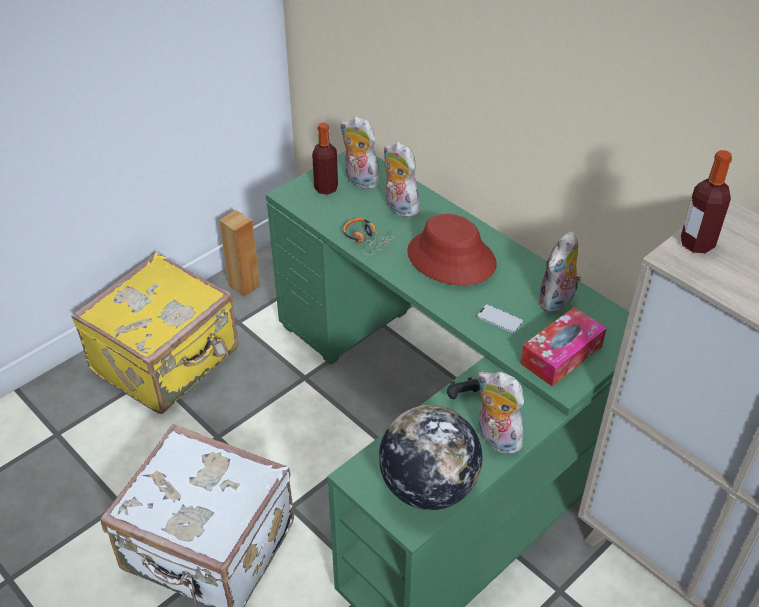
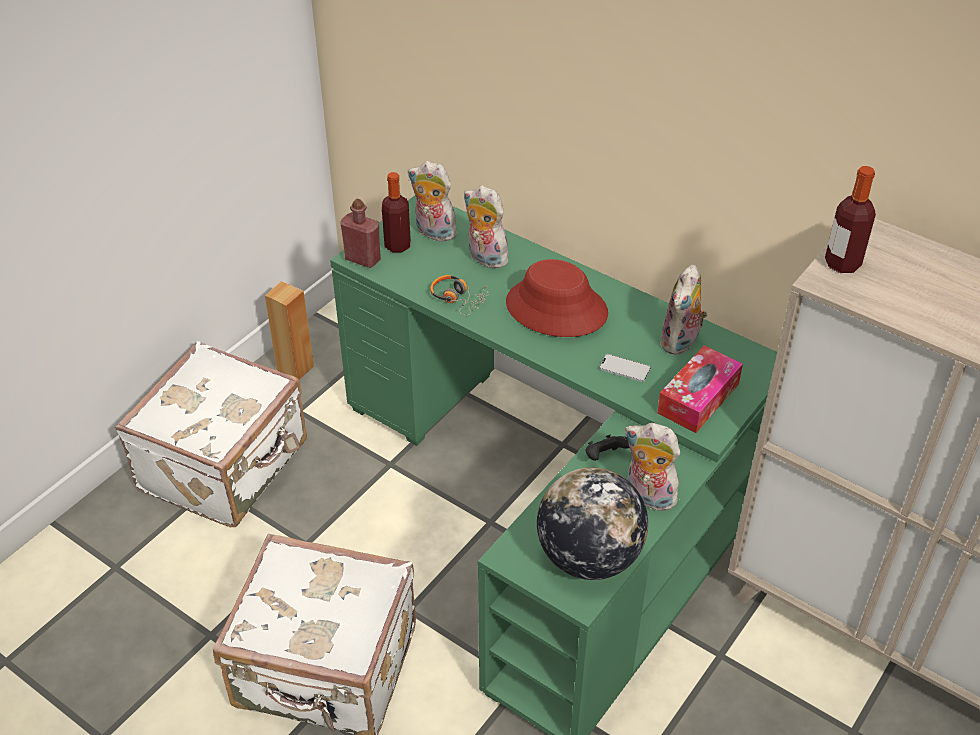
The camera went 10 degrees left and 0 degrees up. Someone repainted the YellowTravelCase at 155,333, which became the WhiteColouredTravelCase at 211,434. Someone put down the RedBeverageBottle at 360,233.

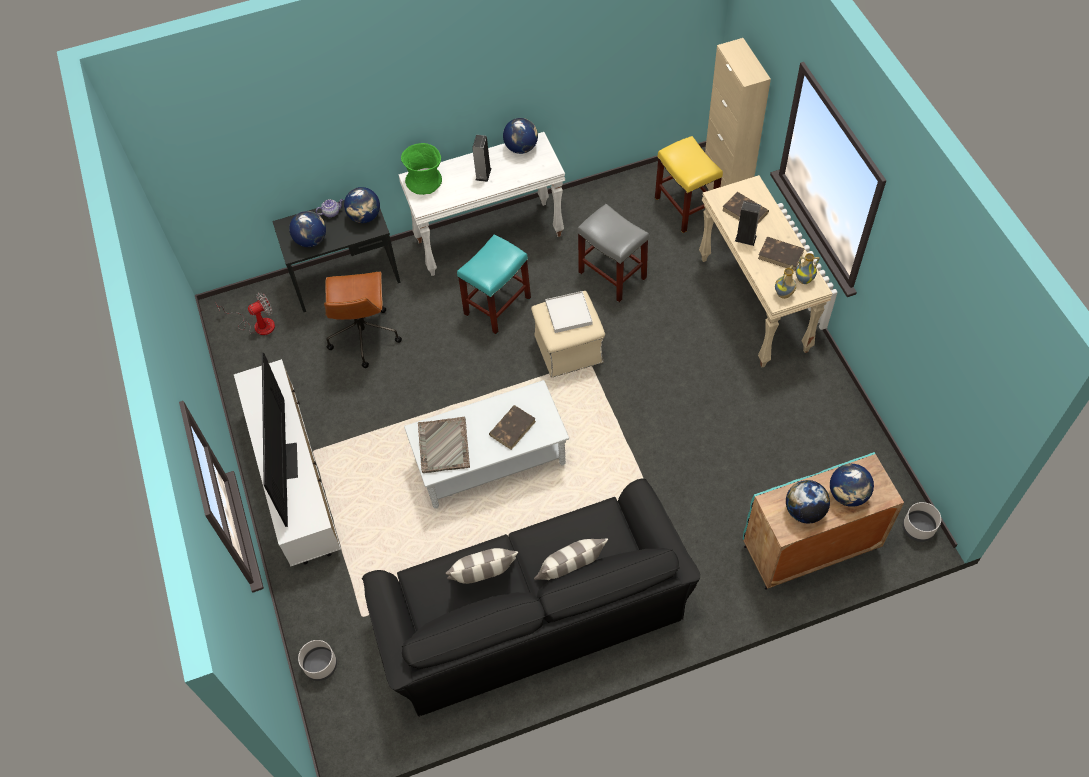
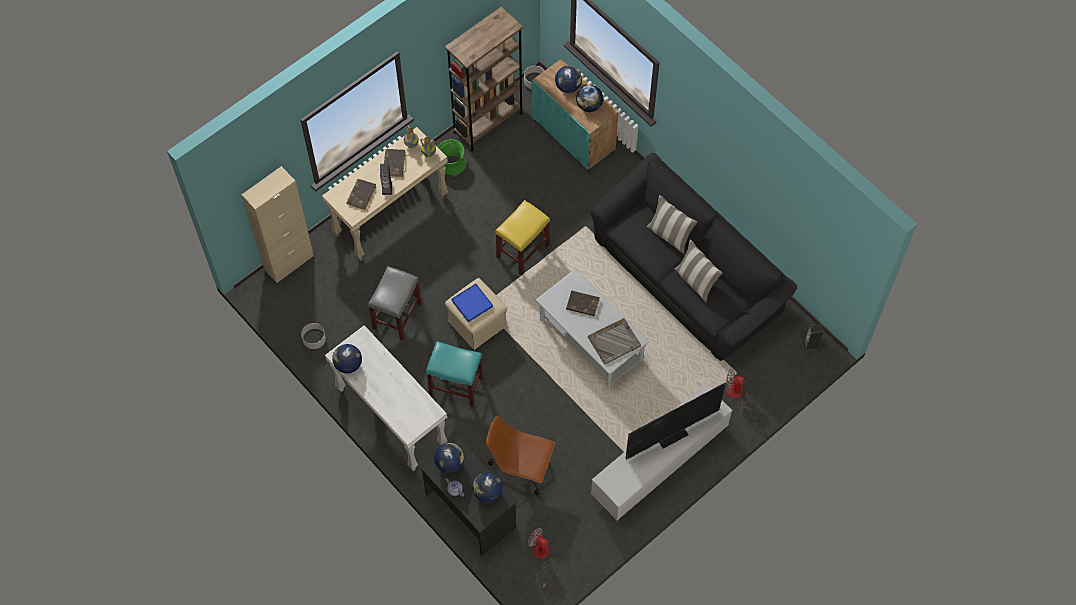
The camera went 115 degrees left and 5 degrees up. Someone carried the GrayFlowerPot from 317,660 to 313,337. Someone carried the GreenColouredDecorativeVase from 421,169 to 452,157. Someone put down the BrownishBookcase at 484,78. Someone repainted the WhiteColouredCarryingTray at 569,312, which became the BlueCarryingTray at 472,303. Someone rotated the BrownishDeskChair at 363,320 by 135 degrees counterclockwise. Someone carried the YellowStool from 689,184 to 522,238. Someone put down the Fan at 740,395. Someone carried the AudioSpeaker from 481,158 to 813,337.

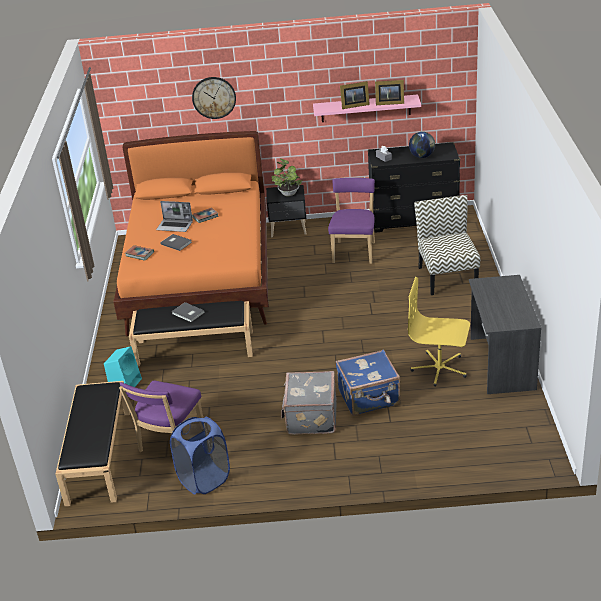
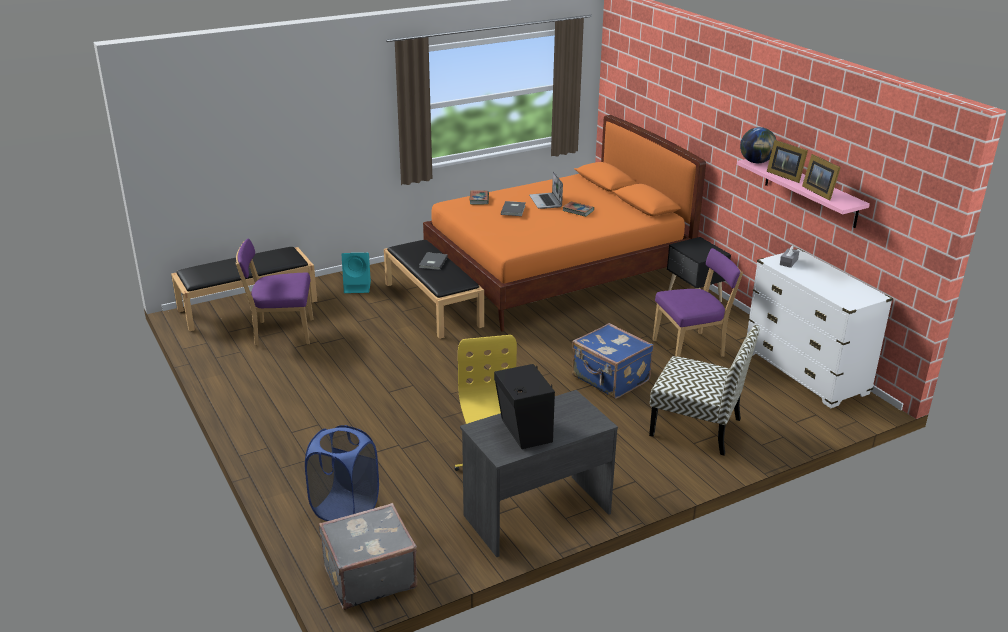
The camera went 60 degrees right and 5 degrees down. Someone carried the BlueHamper from 200,456 to 342,473. Someone carried the GrayTravelCase from 308,403 to 368,556. Someone put down the BlackishAudioSpeaker at 524,406. Someone carried the BlueTravelCase from 368,382 to 612,361. Someone rotated the PlainChair at 447,245 by 60 degrees clockwise. Someone carried the DeskGlobe from 422,145 to 758,145. Someone repainted the BlackishChestOfDrawers at 414,187, which became the WhiteColouredChestOfDrawers at 820,328. Someone took away the ClockOnTheWall at 214,98. Someone took away the PlantInAPot at 287,177.

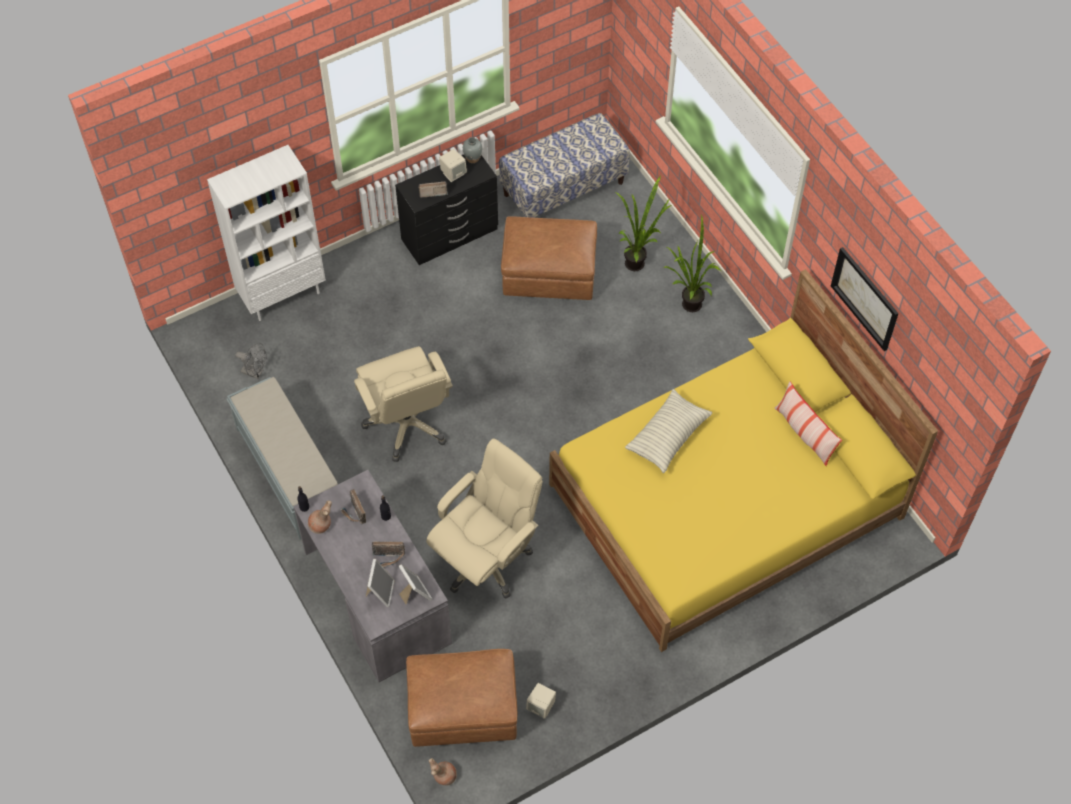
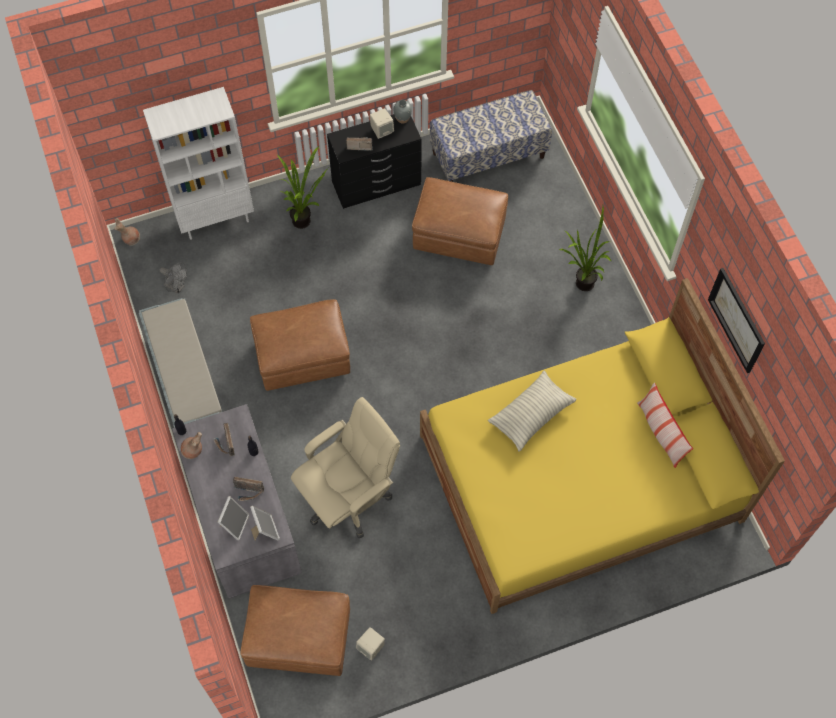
The camera went 10 degrees right and 5 degrees up. Someone carried the BrownishDecorativeVase from 443,772 to 127,232. Someone swapped the SandColouredDeskChair at 403,404 for the BrownishFootrest at 300,345. Someone carried the PlantInAPot from 643,223 to 302,187.

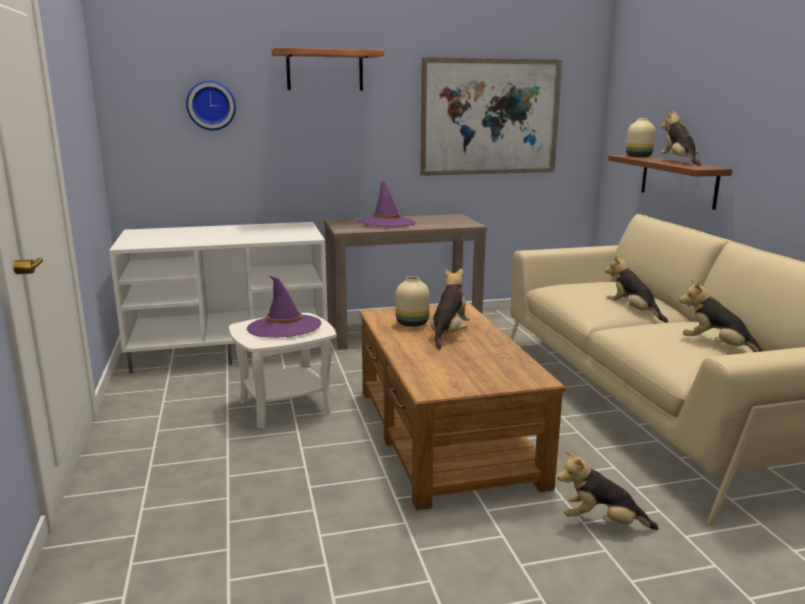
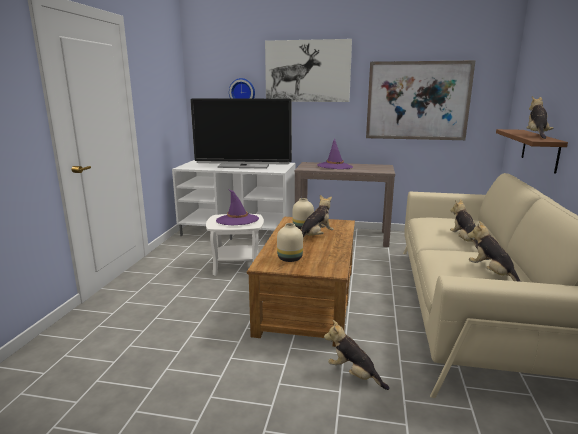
The camera went 25 degrees right and 0 degrees up. Someone put down the TvSet at 241,133. Someone swapped the Shelf at 327,69 for the Picture at 308,70. Someone carried the SandColouredDecorativeVase from 641,137 to 290,242.

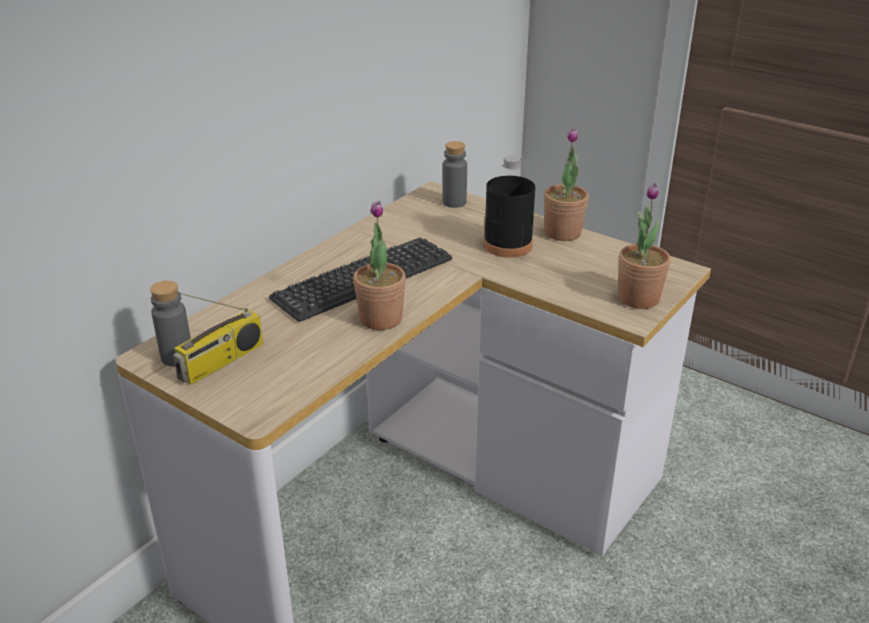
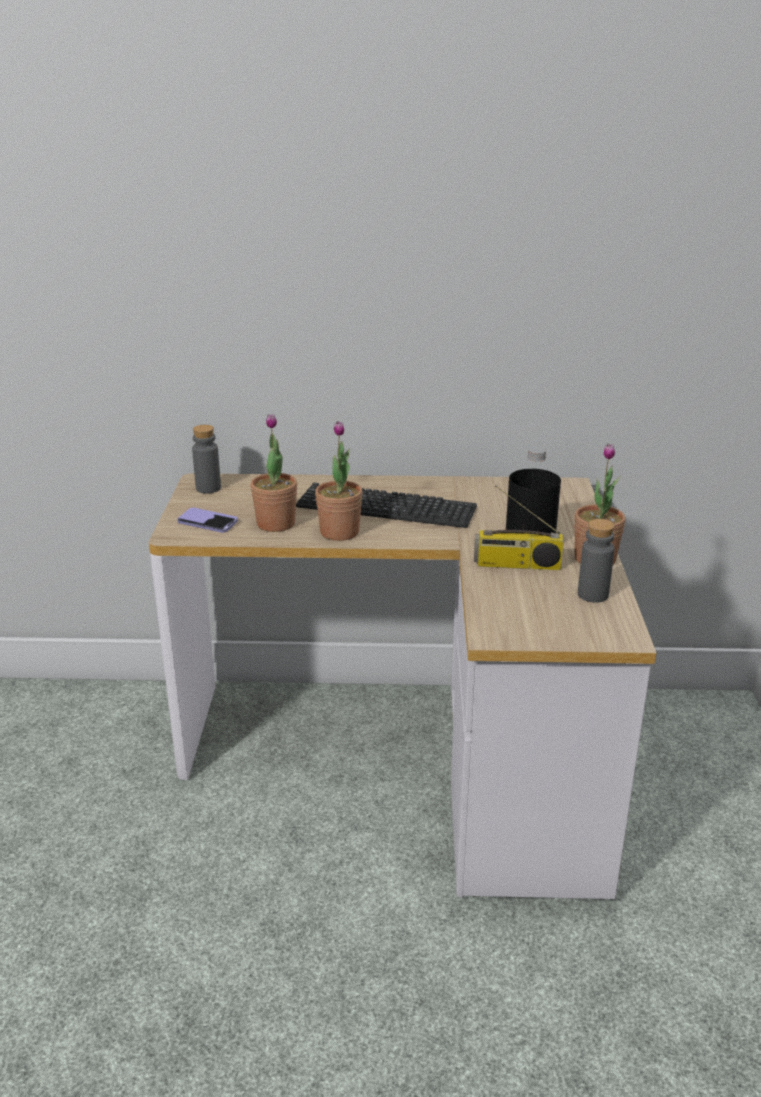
The camera went 55 degrees right and 5 degrees down. Someone put down the Handset at 207,520. Someone carried the PlantInAPot from 644,246 to 273,473. Someone carried the RadioSet from 218,339 to 519,528. Someone carried the GrayBeverageBottle from 455,174 to 596,561.

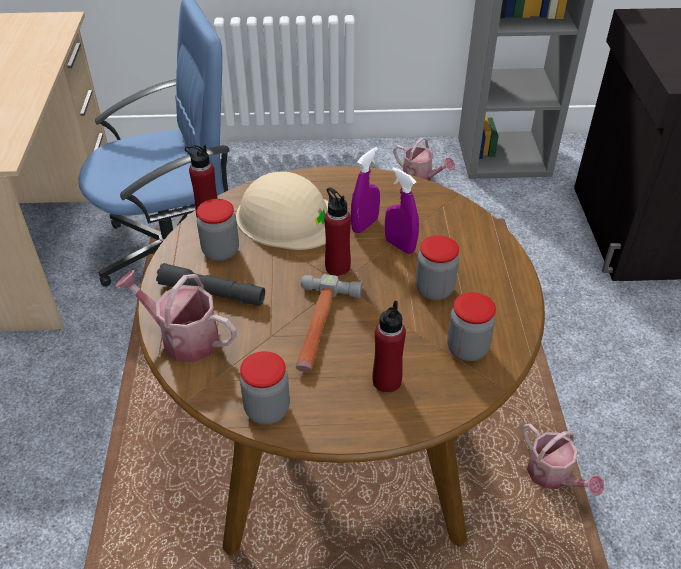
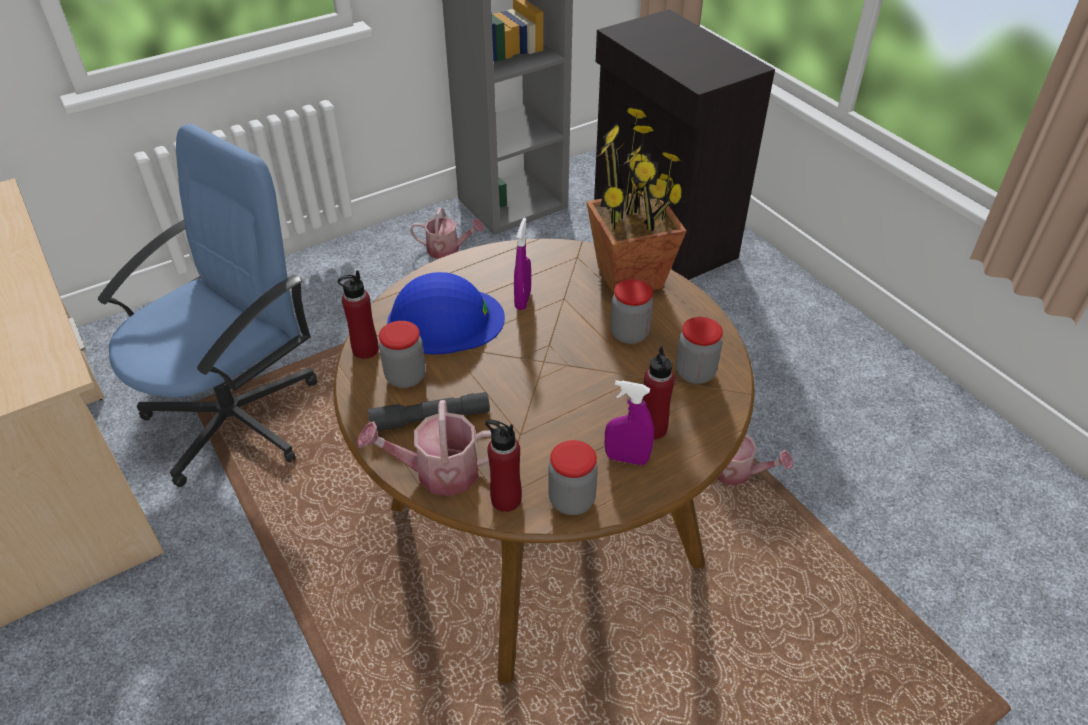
The camera went 30 degrees left and 0 degrees up. Someone repainted the SandColouredSafetyHelmet at 282,210, which became the BlueSafetyHelmet at 446,313. Someone carried the RedBeverageBottle from 337,231 to 503,466. Someone put down the PlantInAPot at 636,200. Someone carried the PurpleSprayer from 402,210 to 629,423. Someone took away the ToolHammer at 329,323.

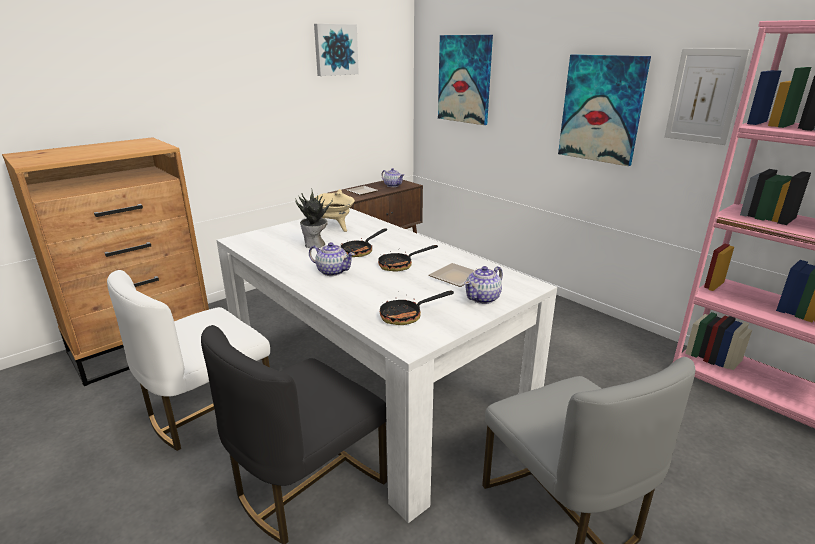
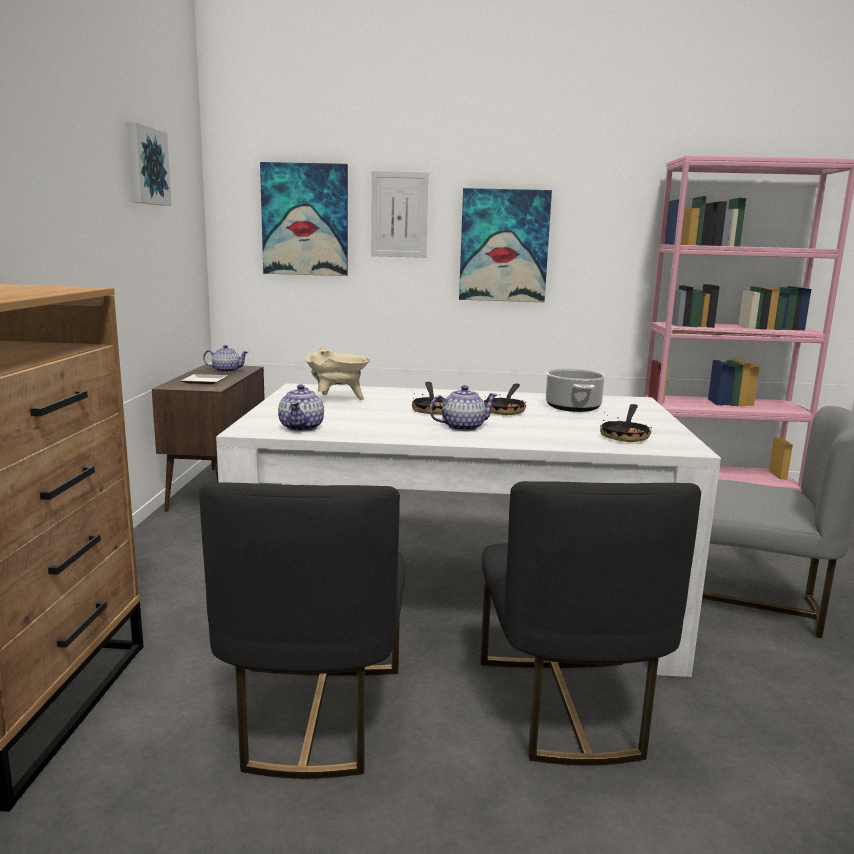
The camera went 45 degrees left and 10 degrees down. Someone repainted the WhiteColouredPlainChair at 188,360, which became the BlackishPlainChair at 302,630. Someone carried the PotForTea from 483,285 to 301,408. Someone carried the Picture from 707,96 to 400,214. Someone swapped the FlatDish at 451,275 for the Saucepot at 576,390. Someone took away the PlantInAPot at 314,220.

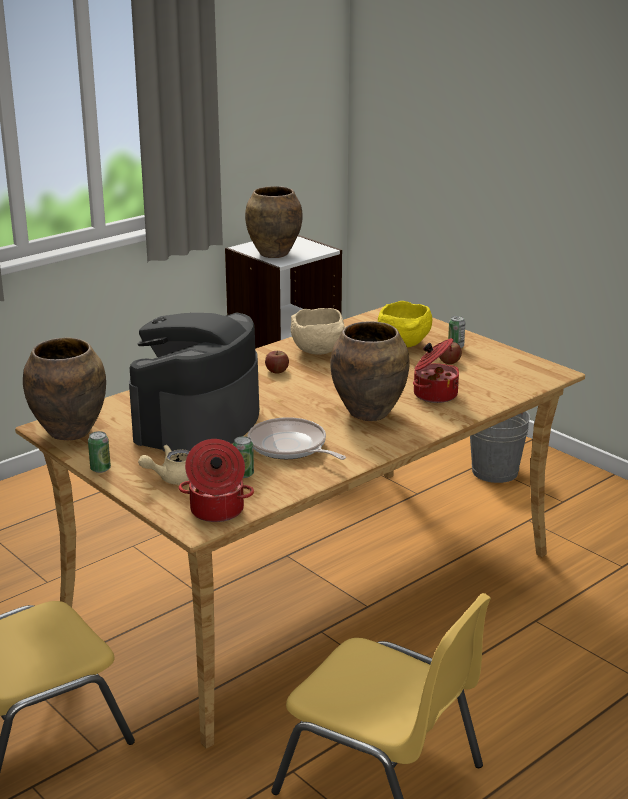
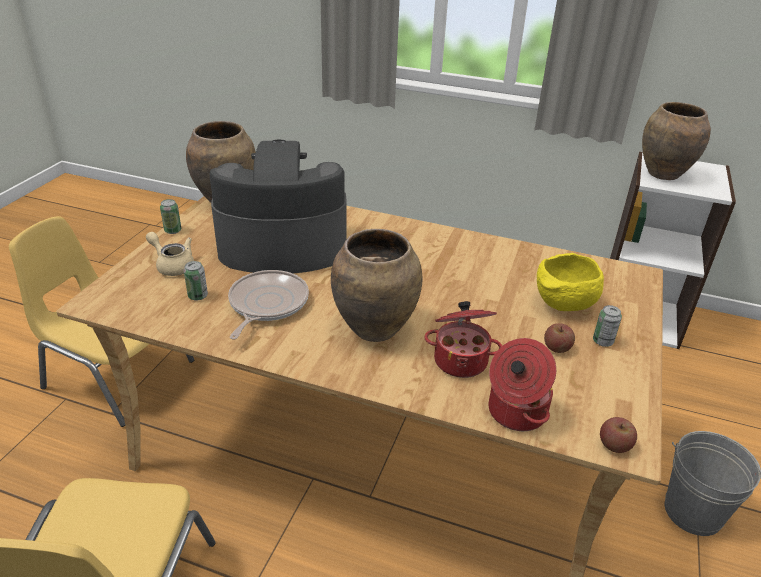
The camera went 60 degrees right and 10 degrees up. Someone carried the Saucepot from 216,480 to 522,384. Someone carried the AppleFruit from 277,362 to 618,435. Someone took away the SandColouredBowl at 318,331.

